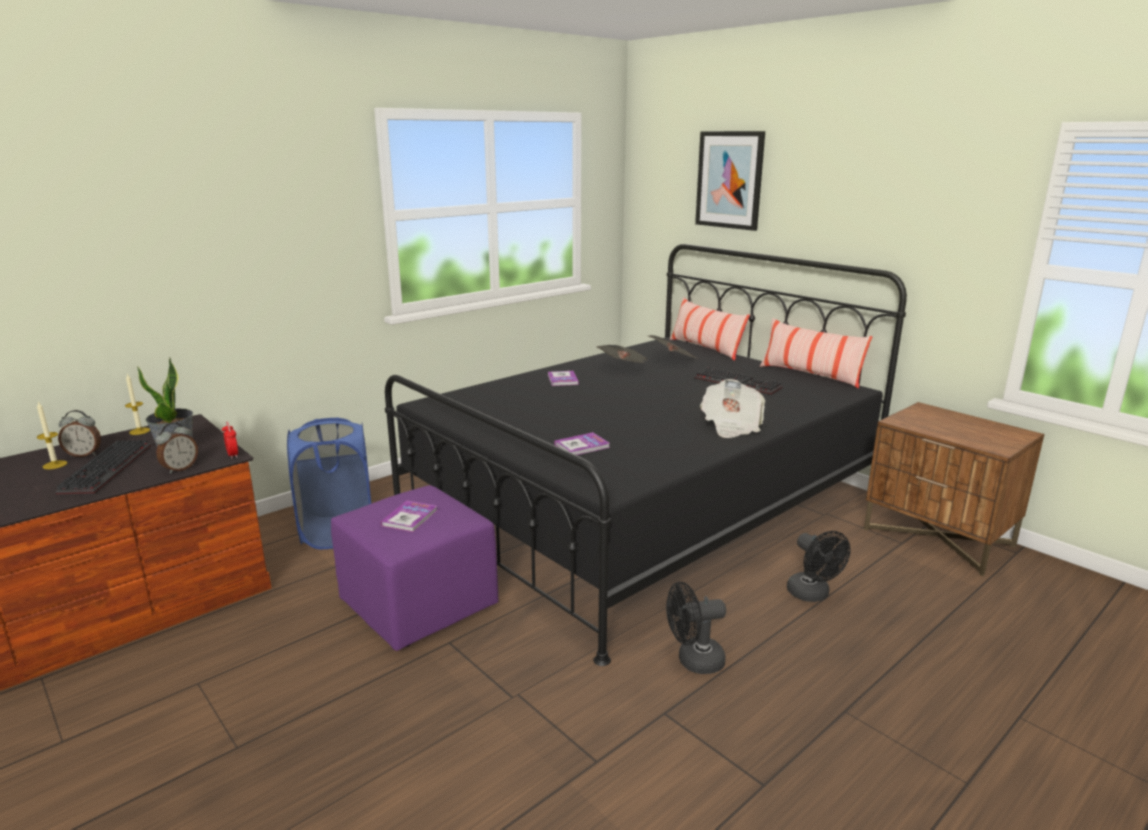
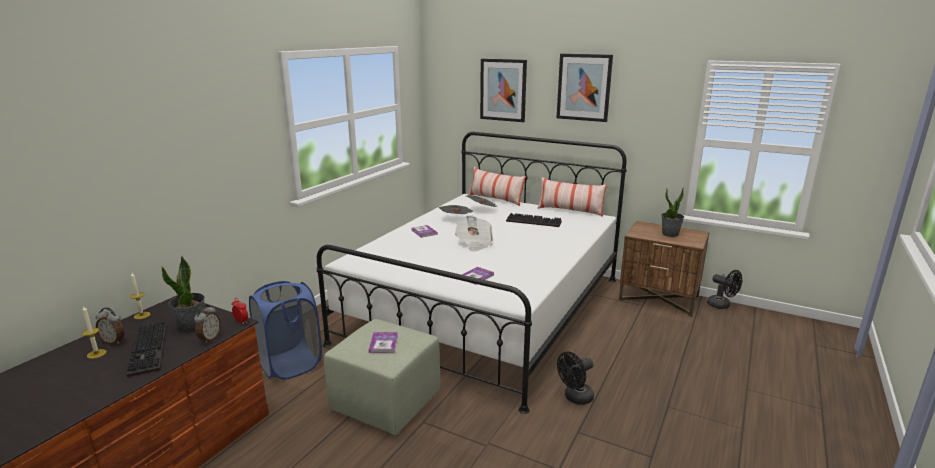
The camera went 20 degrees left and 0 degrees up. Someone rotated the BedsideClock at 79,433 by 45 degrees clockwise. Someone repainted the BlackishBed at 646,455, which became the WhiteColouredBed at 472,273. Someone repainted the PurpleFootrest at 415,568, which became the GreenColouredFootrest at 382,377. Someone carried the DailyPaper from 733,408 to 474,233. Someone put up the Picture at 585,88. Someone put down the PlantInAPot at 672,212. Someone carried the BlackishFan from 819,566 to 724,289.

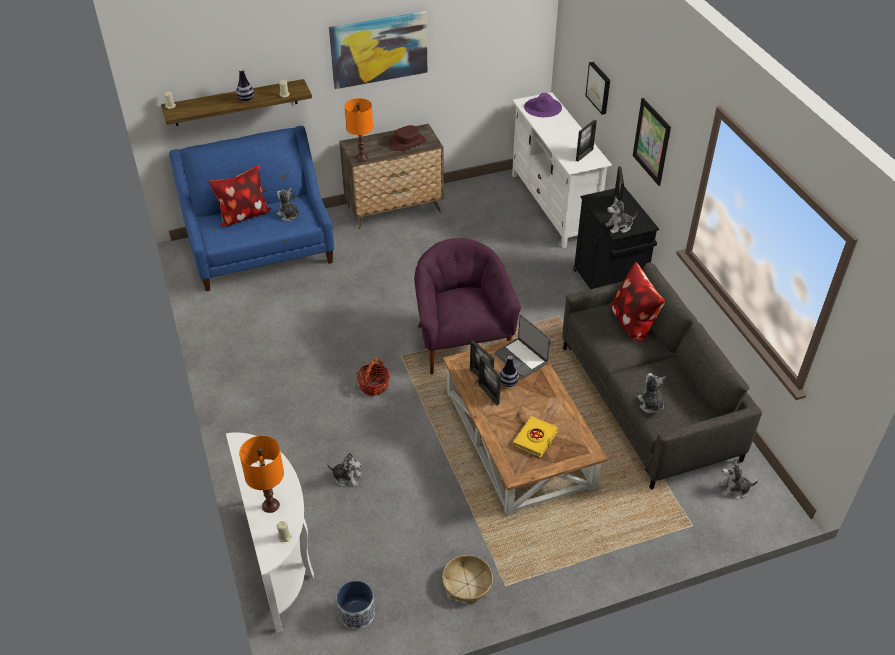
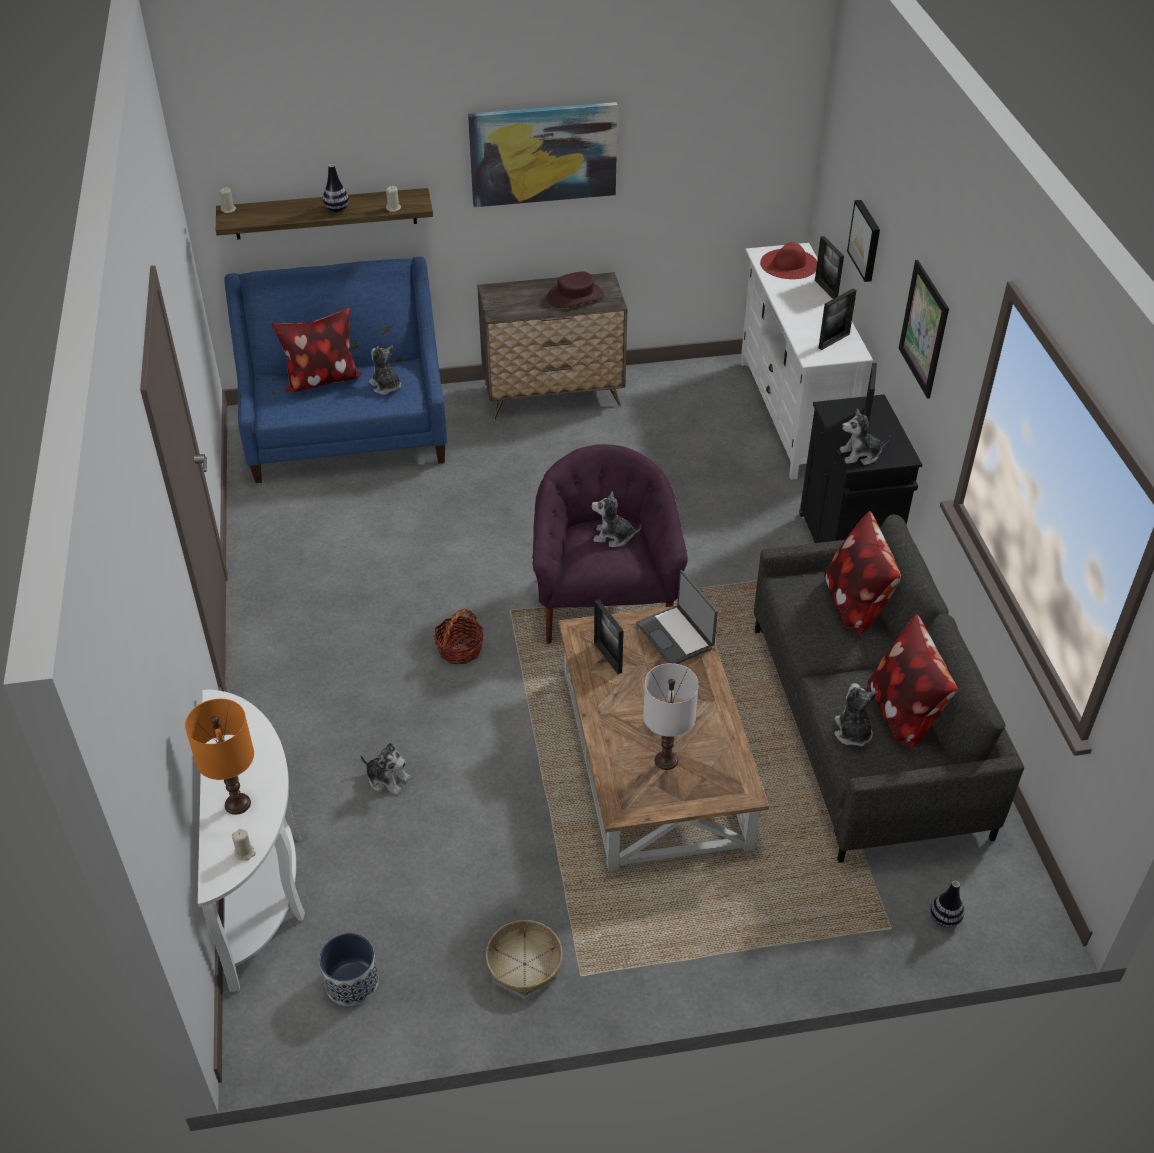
The camera went 10 degrees right and 0 degrees up. Someone carried the SoftToy from 739,479 to 616,519. Someone swapped the YellowBoundBook at 535,437 for the WhiteColouredTableLamp at 671,716. Someone repainted the PurpleClothingHat at 543,105, which became the RedClothingHat at 788,260. Someone carried the StandingFrame from 490,381 to 829,267. Someone put down the Pillow at 912,682. Someone carried the DecorativeVase from 509,371 to 947,904. Someone took away the OrangeColouredTableLamp at 359,130.

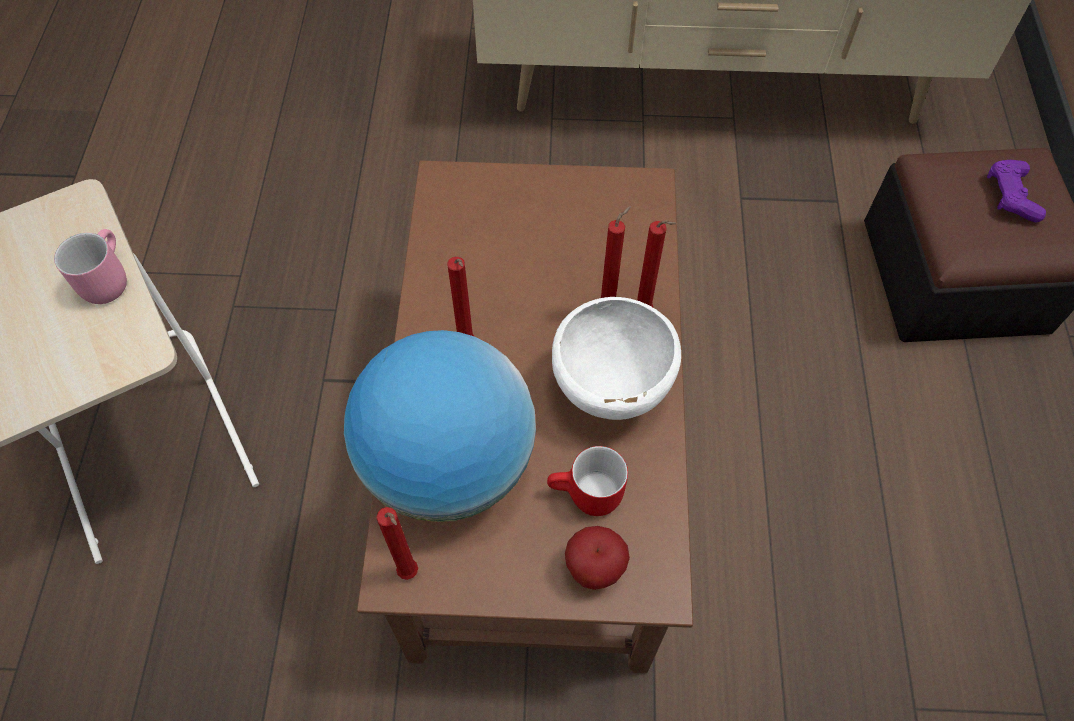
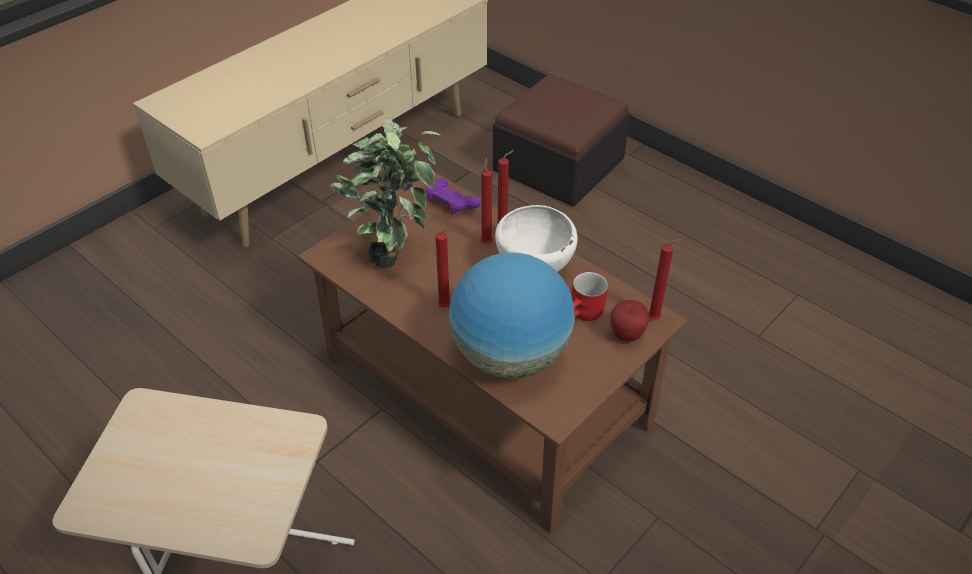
The camera went 50 degrees left and 15 degrees down. Someone put down the PlantInAPot at 385,193. Someone carried the PurpleGamepad from 1016,191 to 453,196. Someone carried the RedWaxCandle from 397,543 to 664,279. Someone took away the PinkishCoffeeMug at 90,266.

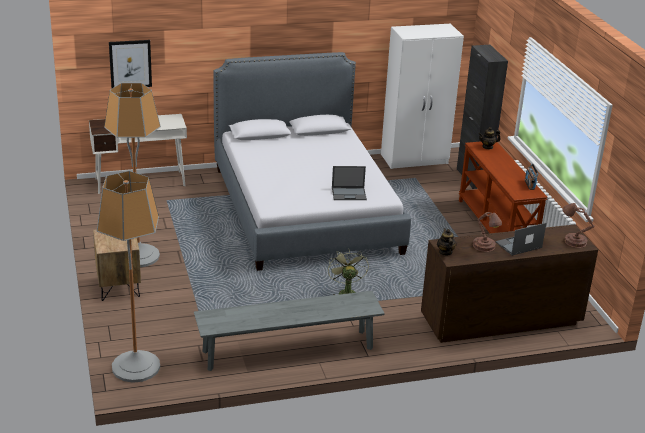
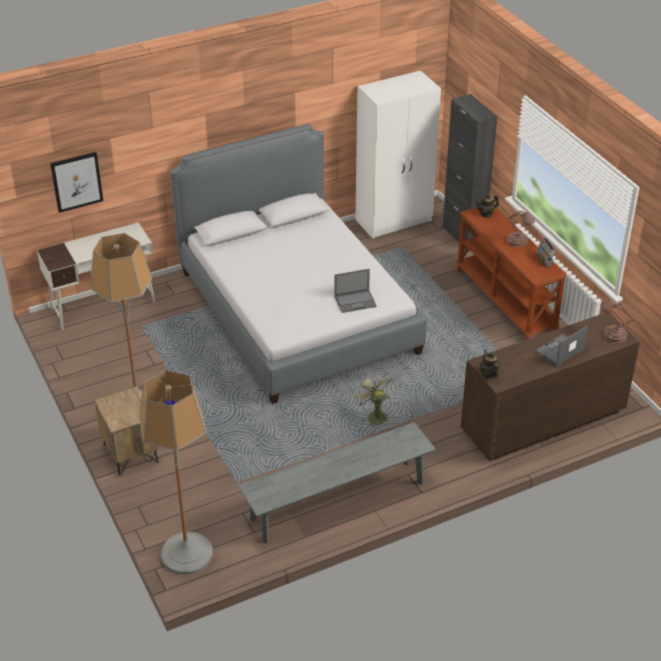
The camera went 10 degrees left and 10 degrees up. Someone carried the BrownishTableLamp from 487,232 to 521,229.

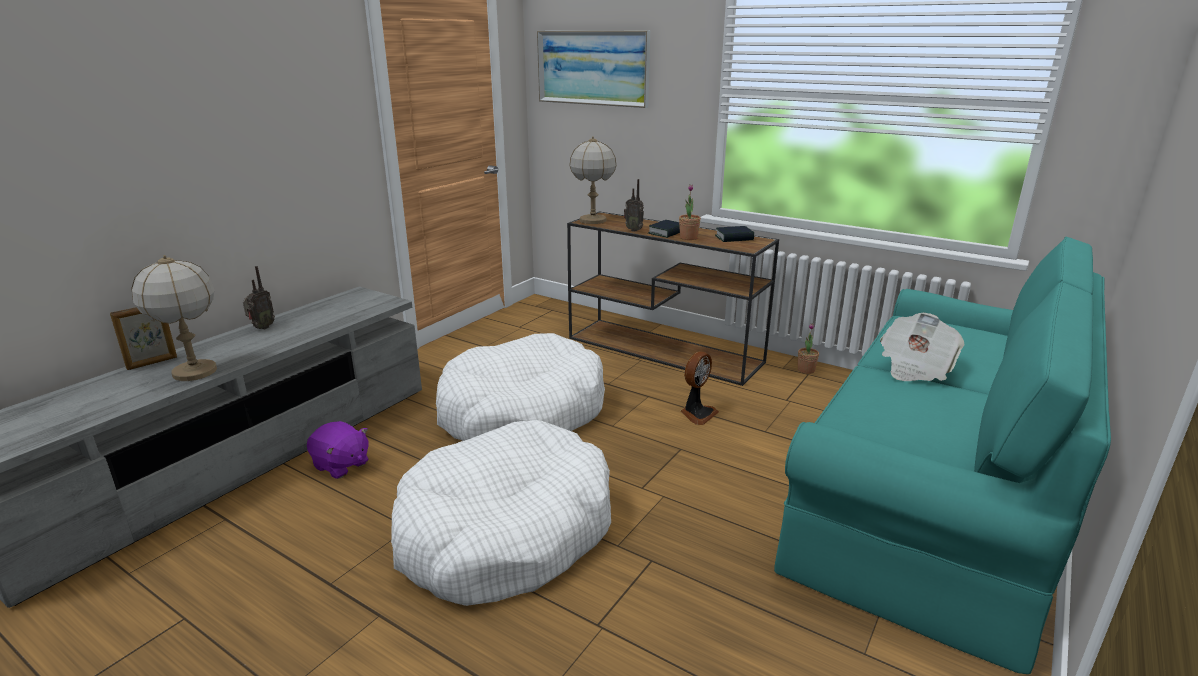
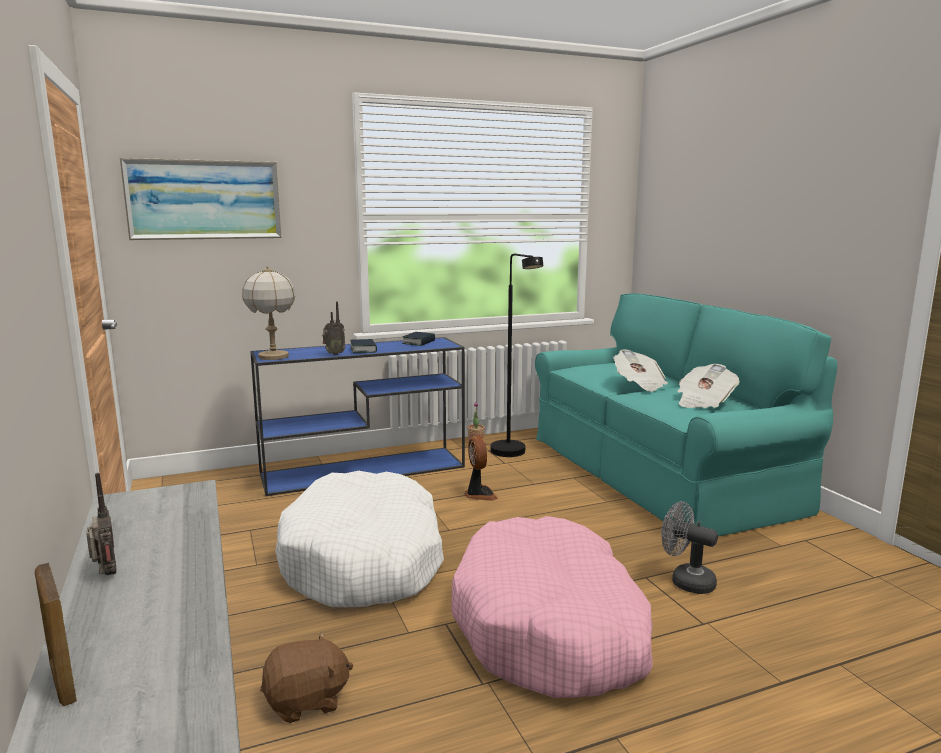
The camera went 55 degrees left and 10 degrees down. Someone rotated the StandingFrame at 143,338 by 150 degrees clockwise. Someone repainted the BrownishConsoleTable at 673,299, which became the BlueConsoleTable at 357,416. Someone repainted the PurpleSoftToy at 338,450, which became the BrownishSoftToy at 306,677. Someone repainted the WhiteColouredDogCushion at 501,513, which became the PinkishDogCushion at 552,607. Someone put down the BlackishStandardLamp at 516,355. Someone put down the GrayFan at 689,547. Someone put down the DailyPaper at 708,386. Someone took away the TableLamp at 174,318. Someone took away the PlantInAPot at 690,212.

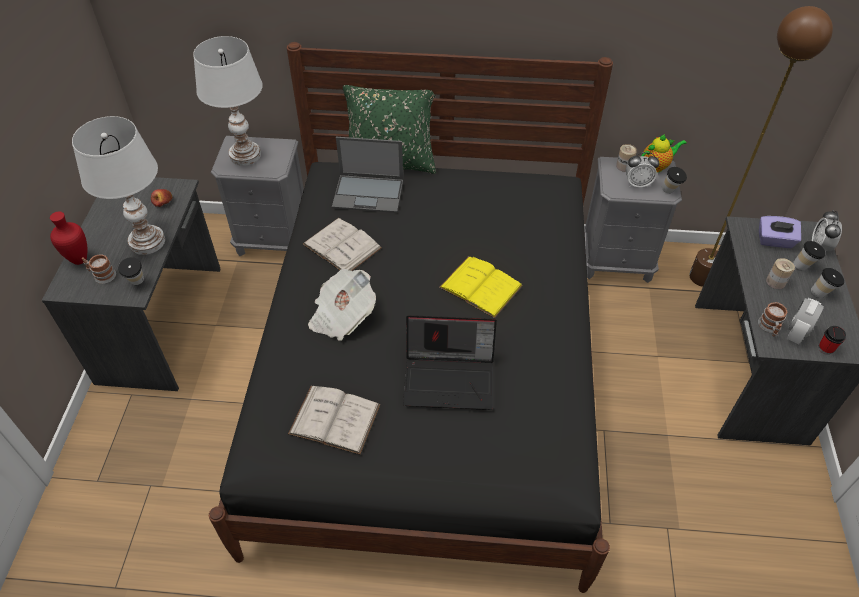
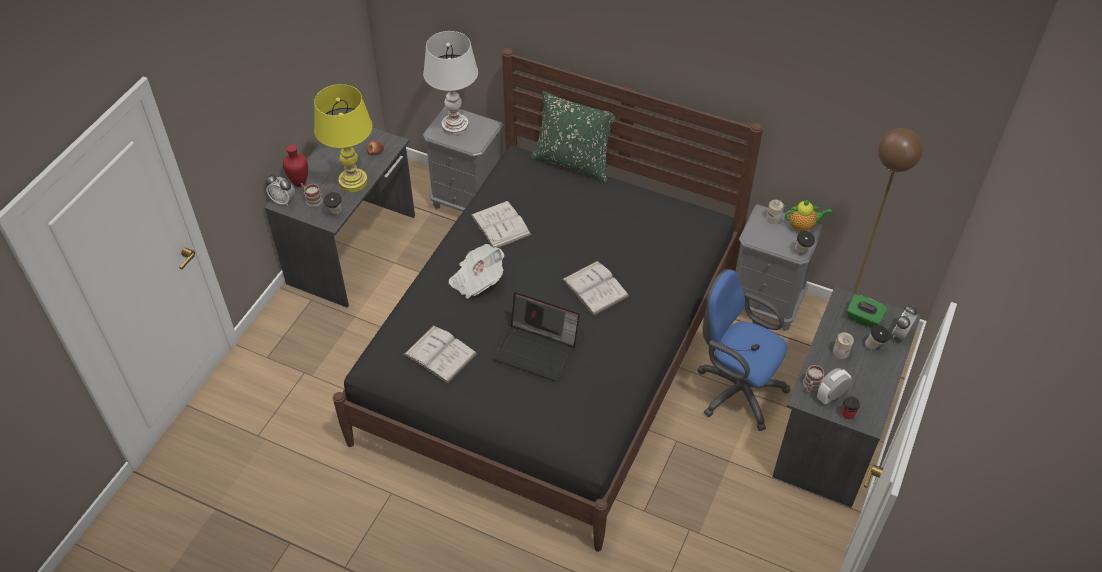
The camera went 20 degrees right and 0 degrees up. Someone carried the BedsideClock from 643,170 to 280,190. Someone repainted the WhiteColouredTableLamp at 118,185, which became the YellowTableLamp at 343,138. Someone repainted the YellowBoundBook at 481,287, which became the WhiteColouredBoundBook at 595,288. Someone put down the BlueDeskChair at 743,350. Someone repainted the PurpleTissueBox at 780,232, which became the GreenColouredTissueBox at 867,311. Someone took away the PortableComputer at 367,175. Someone took away the SmallCup at 827,283.

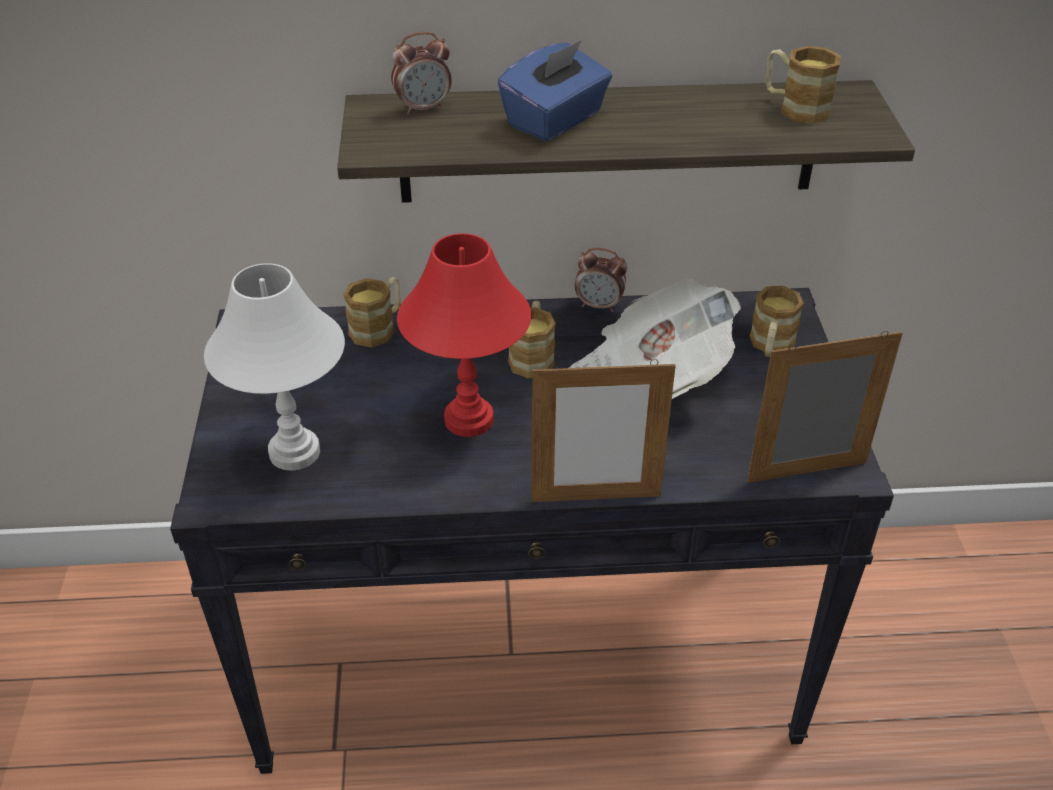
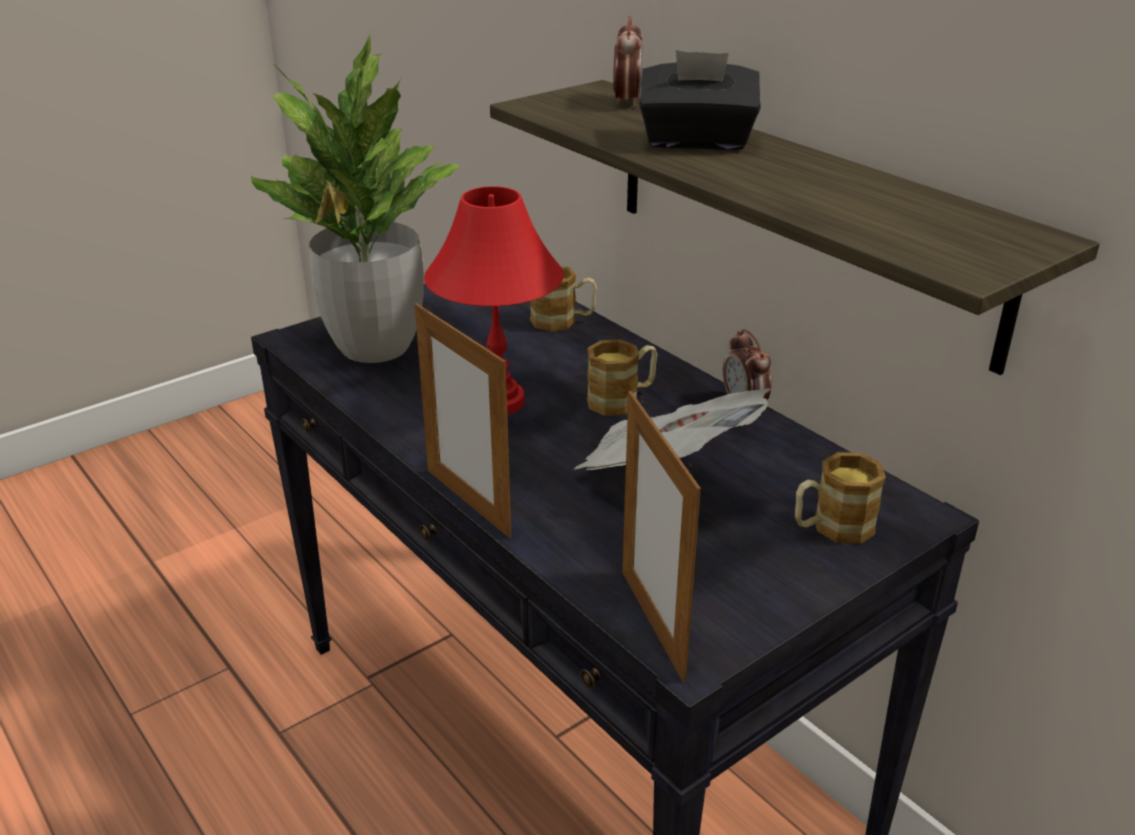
The camera went 55 degrees right and 10 degrees down. Someone swapped the WhiteColouredTableLamp at 274,367 for the PlantInAPot at 357,197. Someone rotated the BedsideClock at 421,73 by 120 degrees counterclockwise. Someone rotated the StandingFrame at 825,407 by 150 degrees counterclockwise. Someone repainted the BlueTissueBox at 555,90, which became the BlackishTissueBox at 700,100. Someone took away the CoffeeMug at 803,85.

